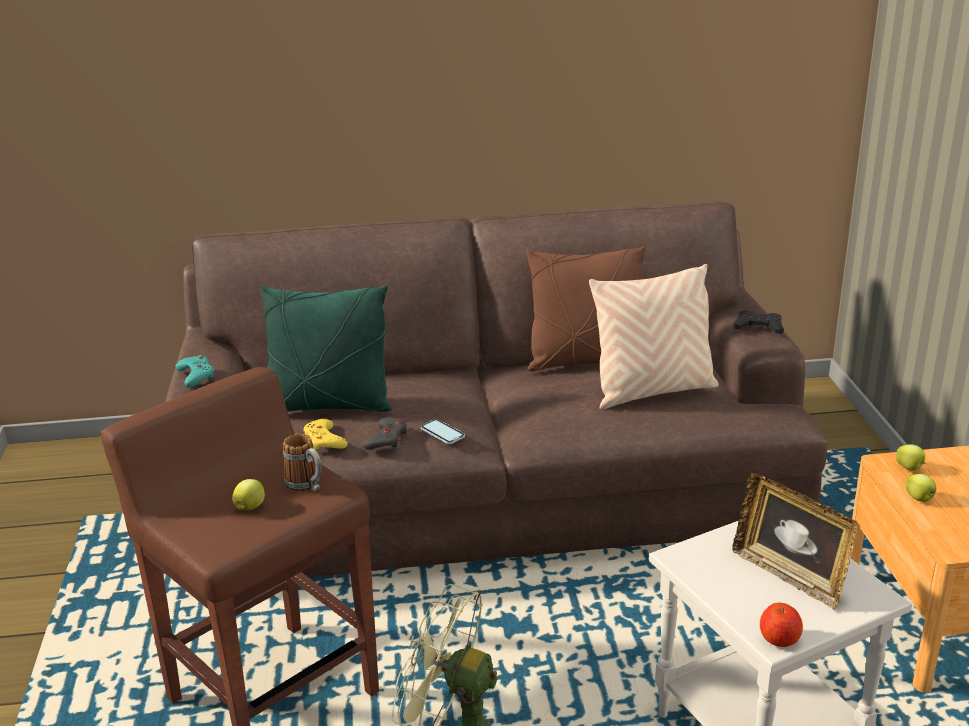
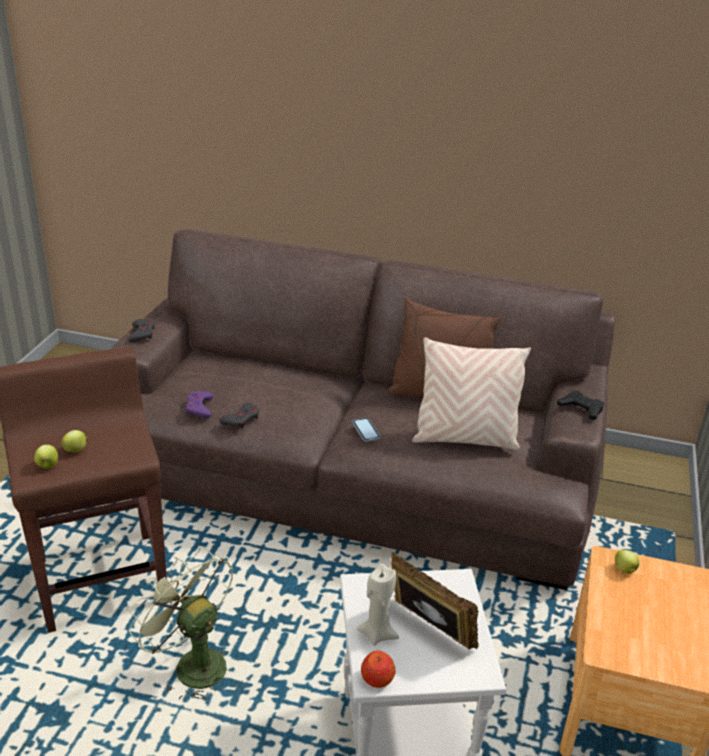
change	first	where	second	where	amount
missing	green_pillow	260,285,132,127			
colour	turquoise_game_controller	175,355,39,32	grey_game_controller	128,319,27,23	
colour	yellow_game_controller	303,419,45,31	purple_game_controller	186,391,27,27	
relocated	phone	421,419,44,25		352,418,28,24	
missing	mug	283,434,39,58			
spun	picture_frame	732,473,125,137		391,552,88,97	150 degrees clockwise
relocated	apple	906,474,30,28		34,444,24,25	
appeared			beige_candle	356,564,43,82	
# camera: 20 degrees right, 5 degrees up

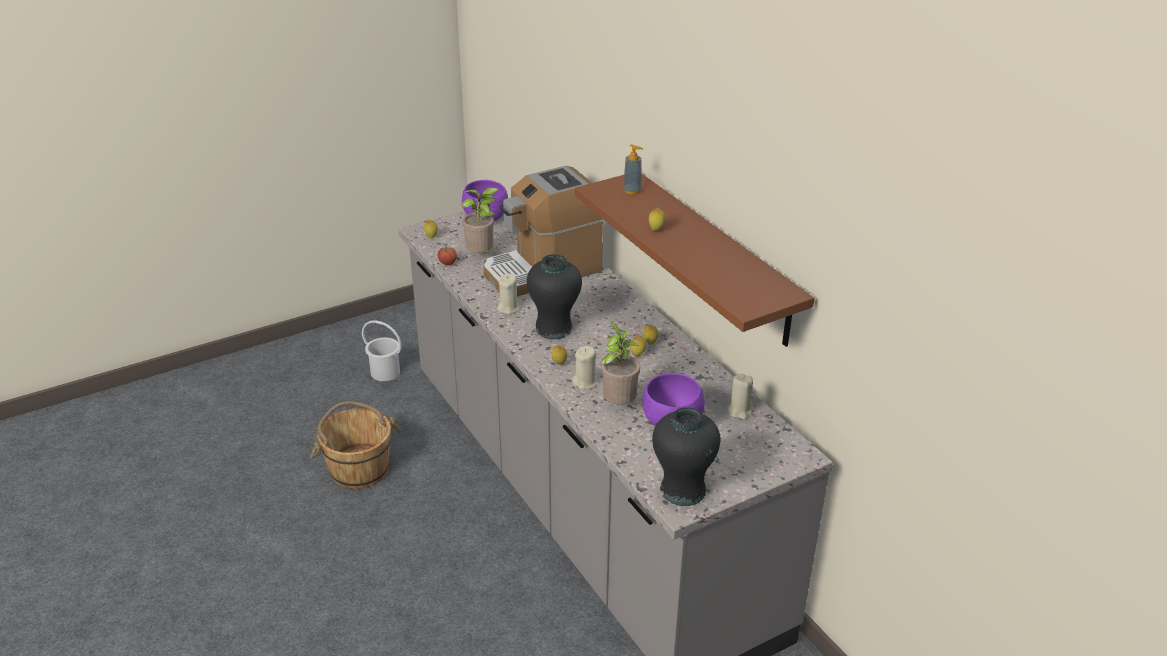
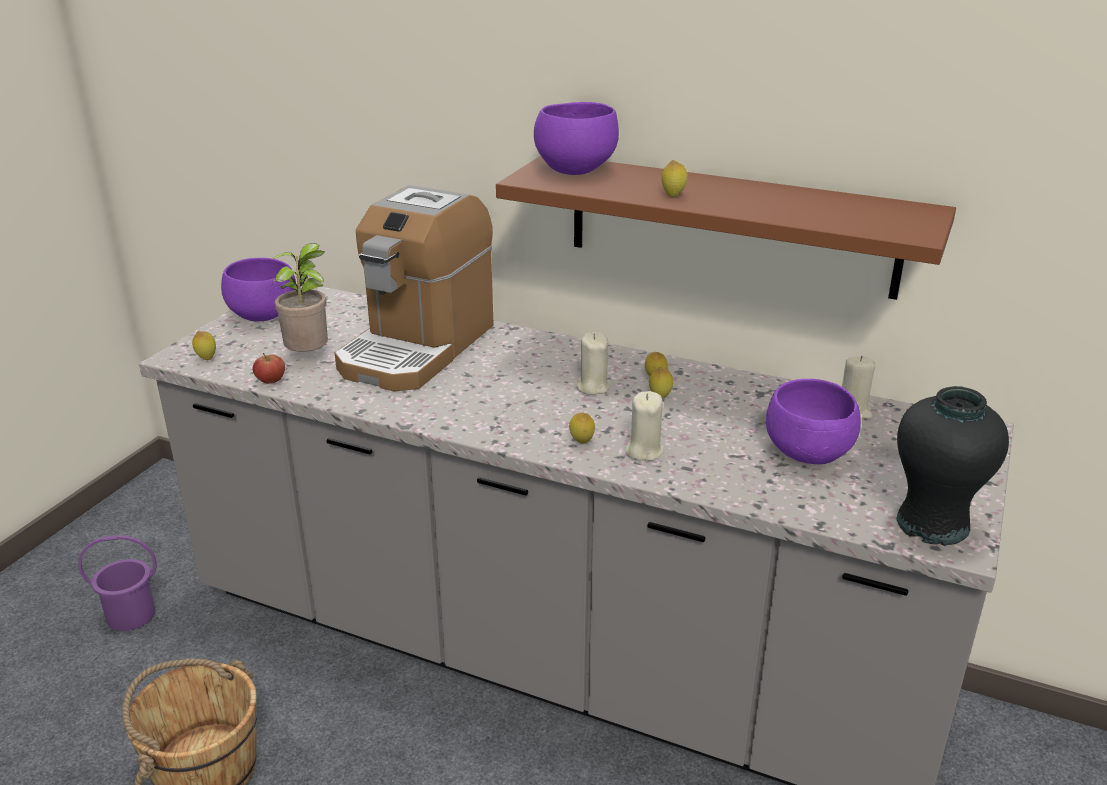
change	first	where	second	where	amount
exchanged	soap_dispenser	623,144,20,50	purple_bowl	534,102,85,73	
missing	black_vase	527,254,55,85			
relocated	beige_candle	497,274,23,40		576,332,34,63	
colour	white_bucket	362,320,40,61	purple_bucket	78,535,79,96	
missing	potted_plant	601,321,39,84			
# camera: 35 degrees left, 5 degrees down

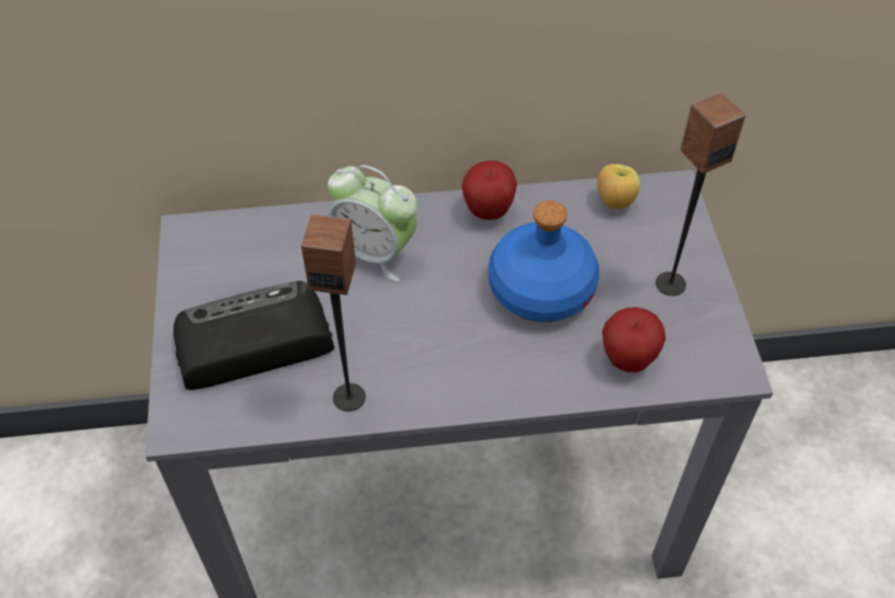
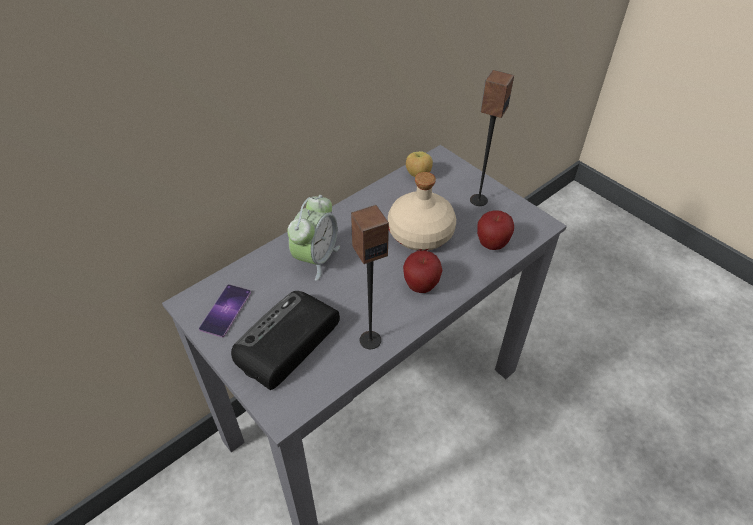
change	first	where	second	where	amount
relocated	apple	462,161,55,59		403,250,39,43	
spun	alarm_clock	327,165,90,117		287,195,53,86	60 degrees counterclockwise
colour	blue_bottle	488,201,112,121	beige_bottle	388,172,68,79	
appeared			phone	199,284,52,53	
# camera: 35 degrees left, 5 degrees down

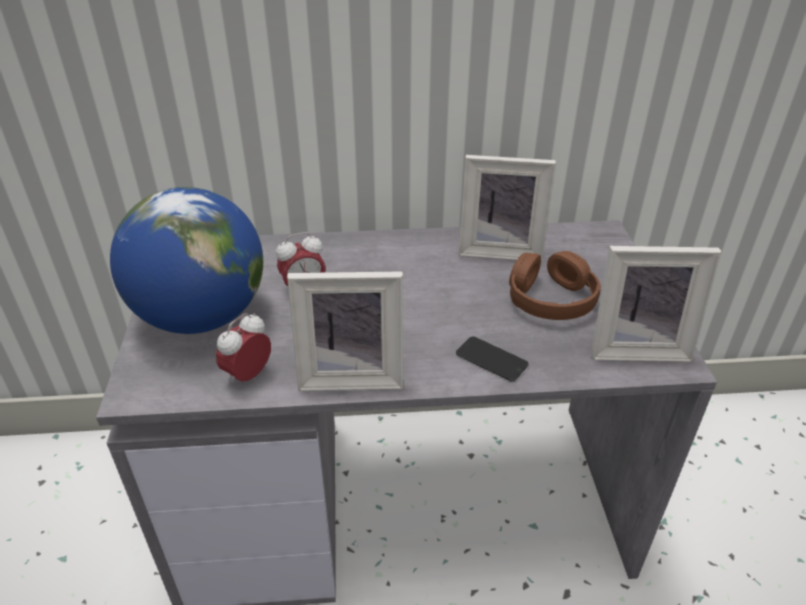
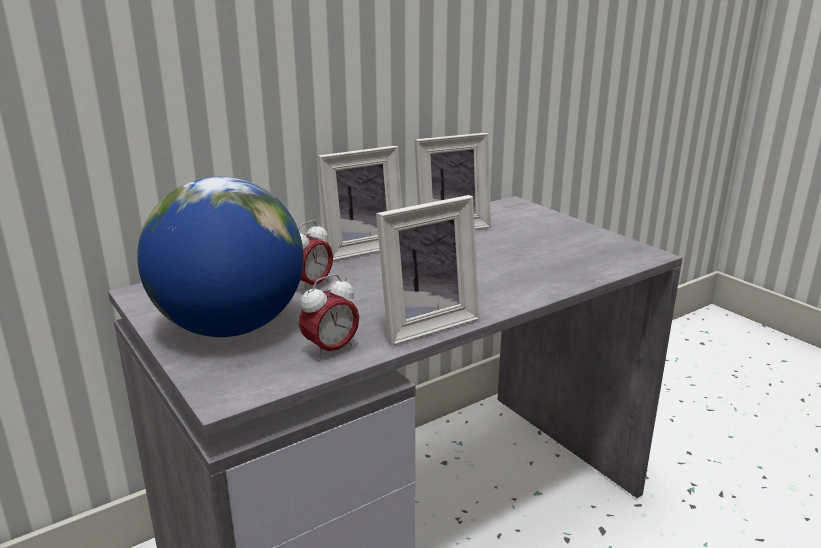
change	first	where	second	where	amount
relocated	picture_frame	591,246,130,116		317,146,86,115	
missing	brown_headphones	509,251,92,69			
spun	alarm_clock	216,313,55,70		299,274,60,87	135 degrees counterclockwise
missing	phone	456,336,73,46			
# camera: 30 degrees left, 15 degrees down

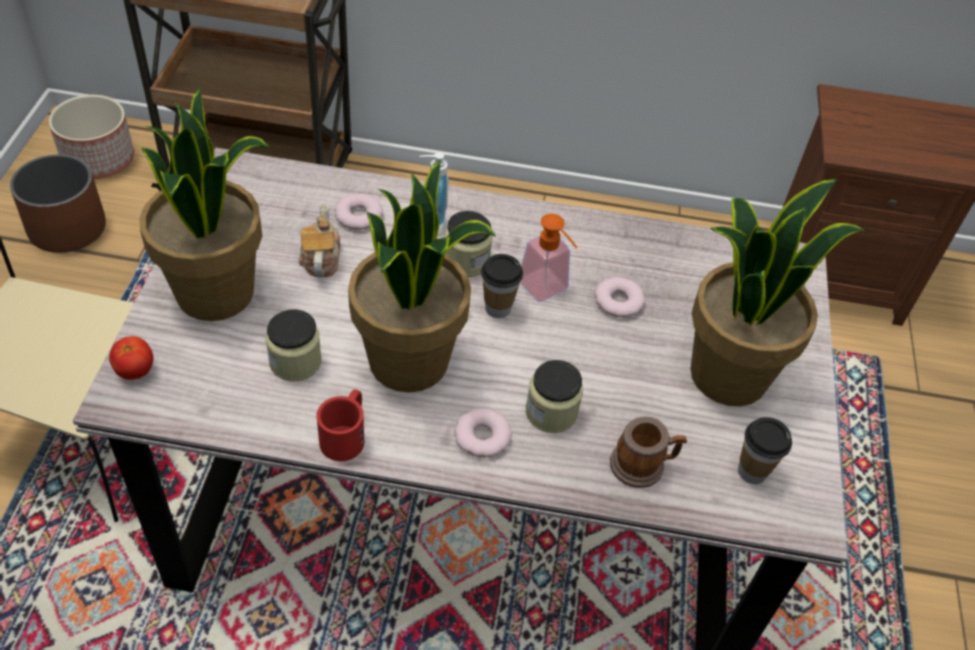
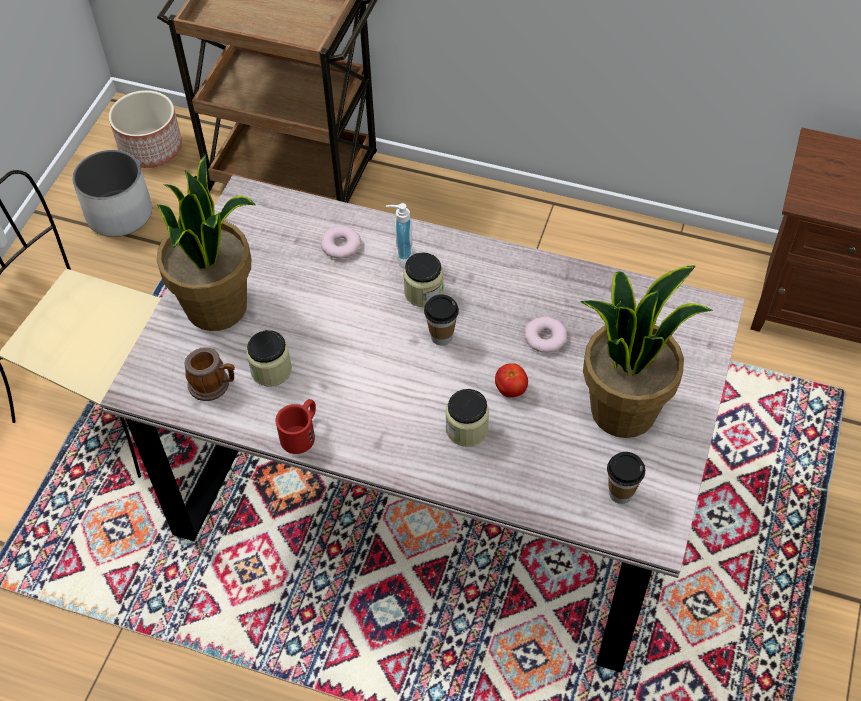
change	first	where	second	where	amount
colour	brown_planter	10,154,96,99	white_planter	72,150,80,87	
missing	potted_plant	348,159,148,234			
missing	teapot	299,205,42,73			
missing	soap_dispenser	520,214,58,88			
relocated	tomato	109,336,44,44		495,363,33,35	
missing	donut	454,408,58,49			
relocated	mug	610,417,77,71		184,347,51,54	
# camera: 15 degrees right, 5 degrees up

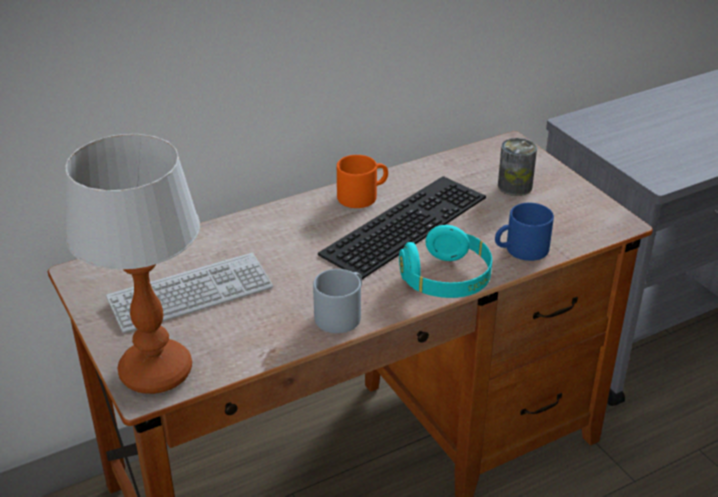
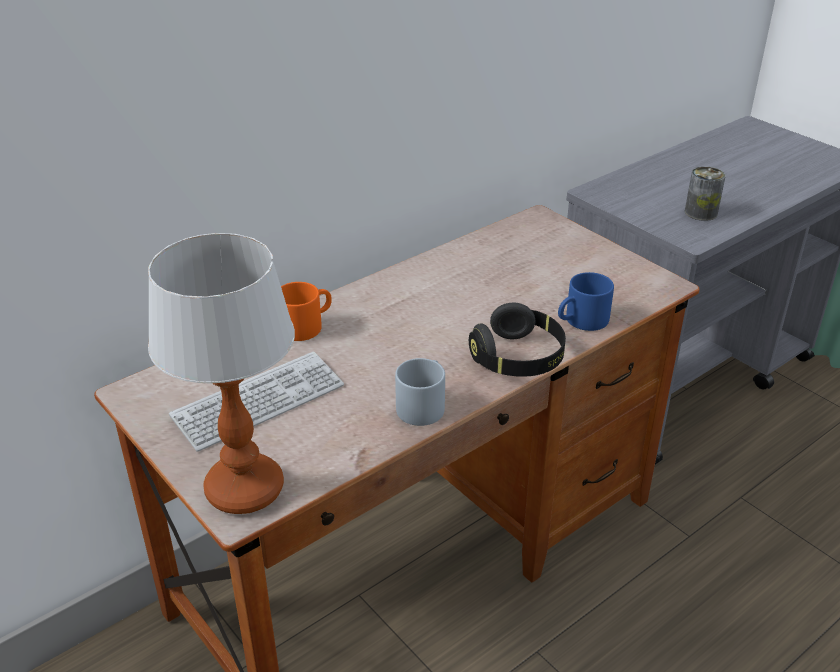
change	first	where	second	where	amount
relocated	can	498,138,39,58		685,166,41,55	
relocated	orange_mug	337,155,51,53		281,282,51,59	
missing	keyboard	318,176,168,103			
colour	turquoise_headphones	399,225,93,73	black_headphones	469,302,97,75	
# camera: 10 degrees left, 0 degrees up

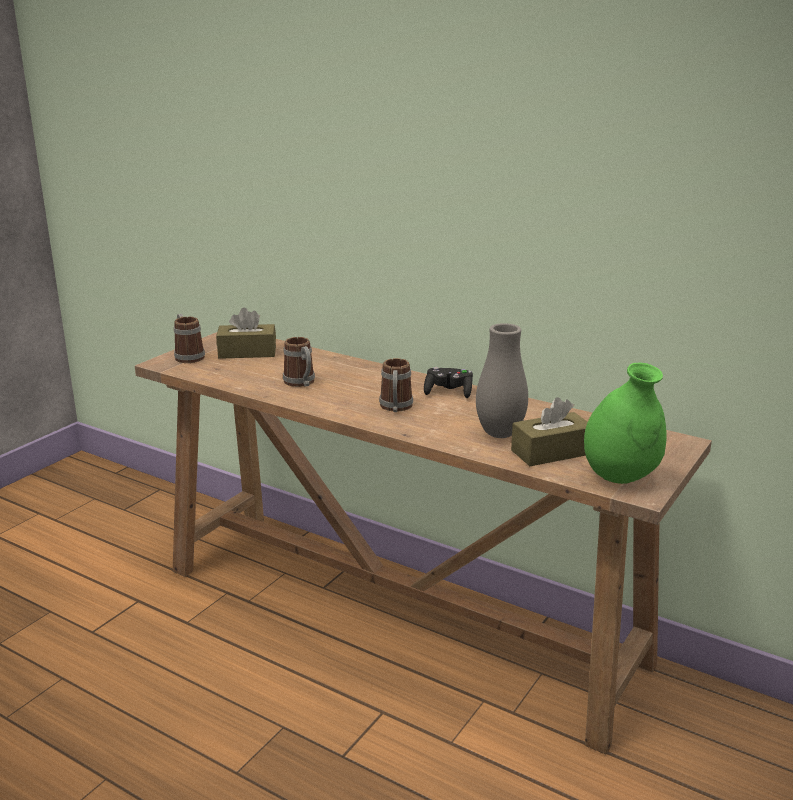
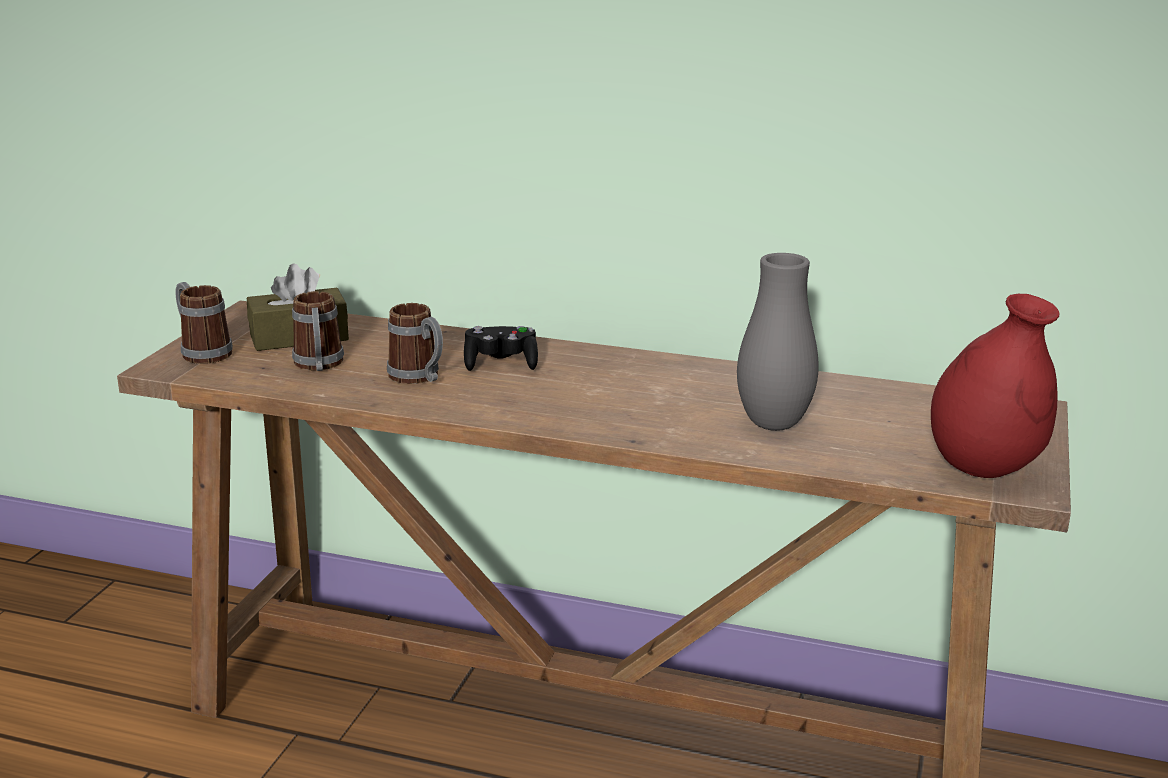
change	first	where	second	where	amount
relocated	mug	379,358,34,54		292,291,52,80	
colour	green_vase	584,363,83,121	red_vase	931,294,129,184	
relocated	black_game_controller	424,367,49,31		464,326,74,45	
missing	brown_tissue_box	511,397,77,69			
# camera: 15 degrees left, 0 degrees up

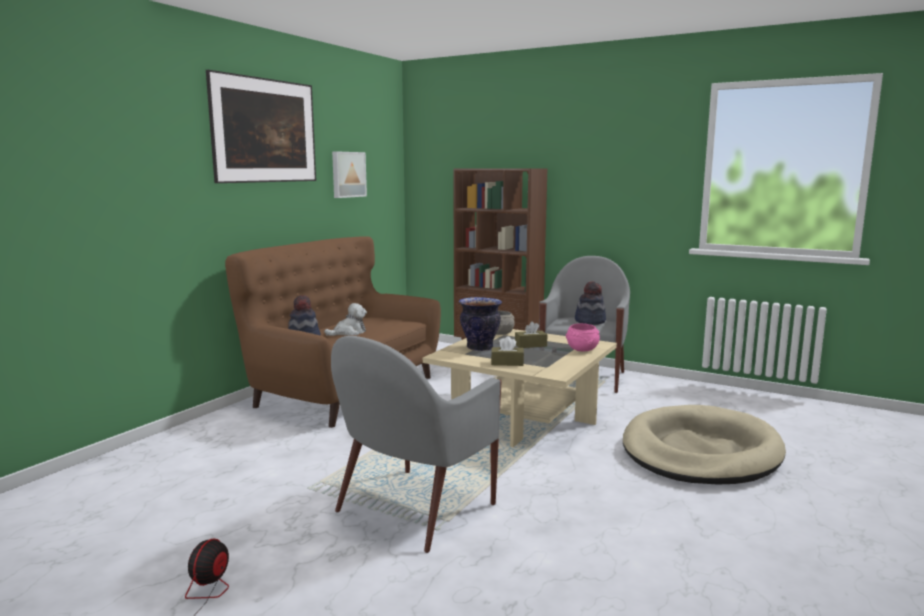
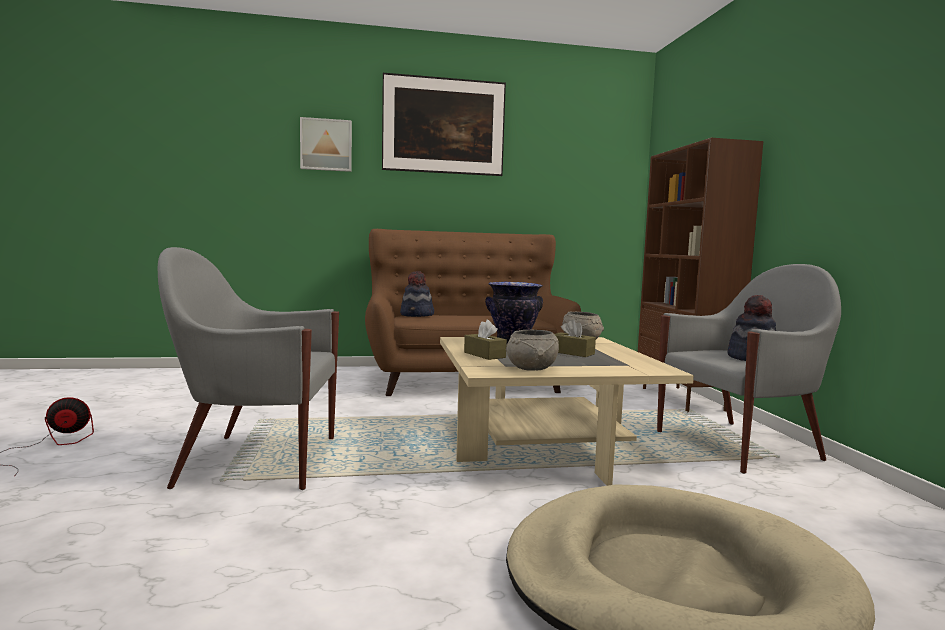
change	first	where	second	where	amount
relocated	picture	332,151,35,47		300,117,52,55	
missing	plush_toy	324,303,43,33			
missing	pink_bowl	566,323,34,28			
appeared			grey_bowl	506,330,53,41	
# camera: 50 degrees right, 5 degrees down

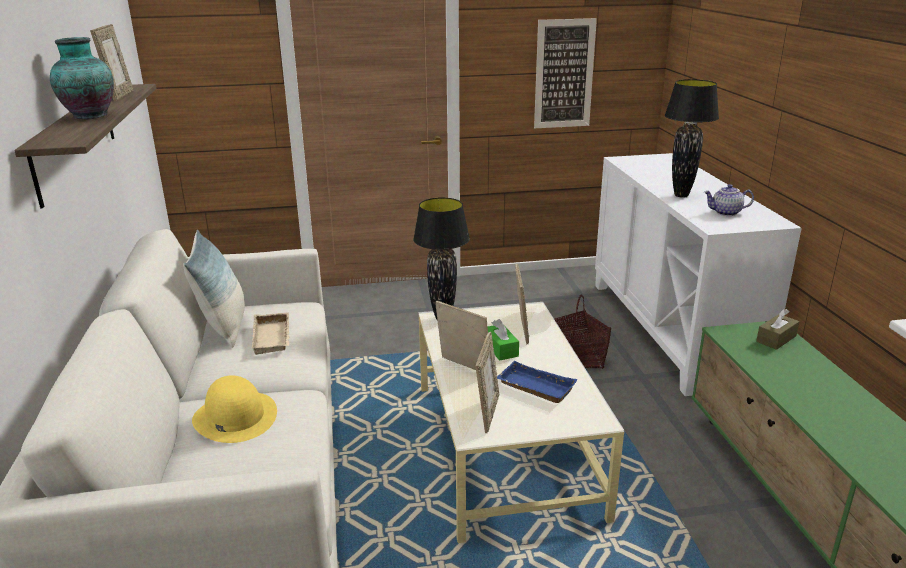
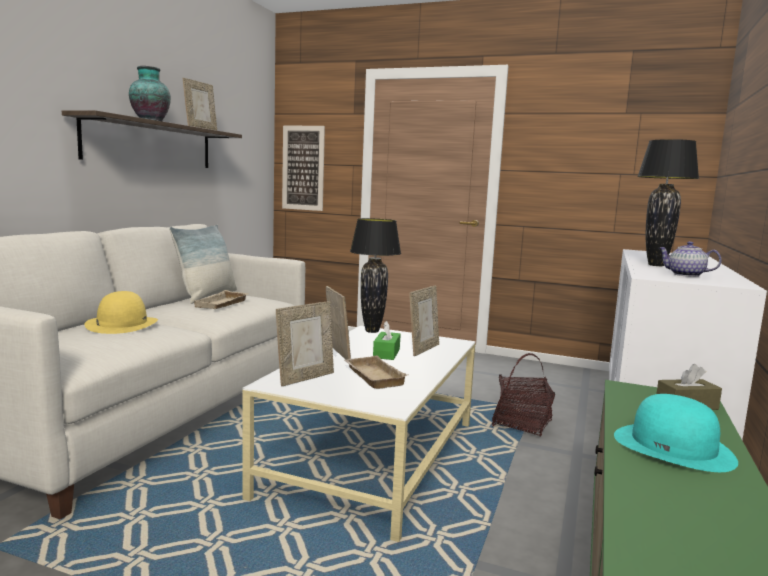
change	first	where	second	where	amount
relocated	picture	534,18,63,110		282,126,43,85	
colour	blue_tray	497,361,80,42	beige_tray	344,356,64,33	
appeared			turquoise_hat	614,394,124,78	
# camera: 30 degrees right, 15 degrees down

